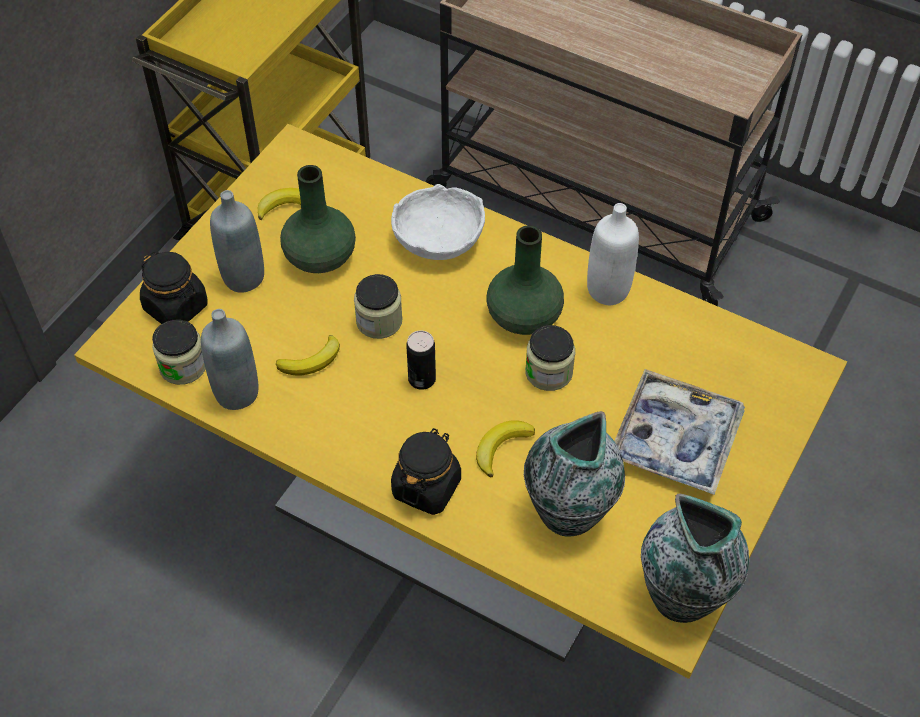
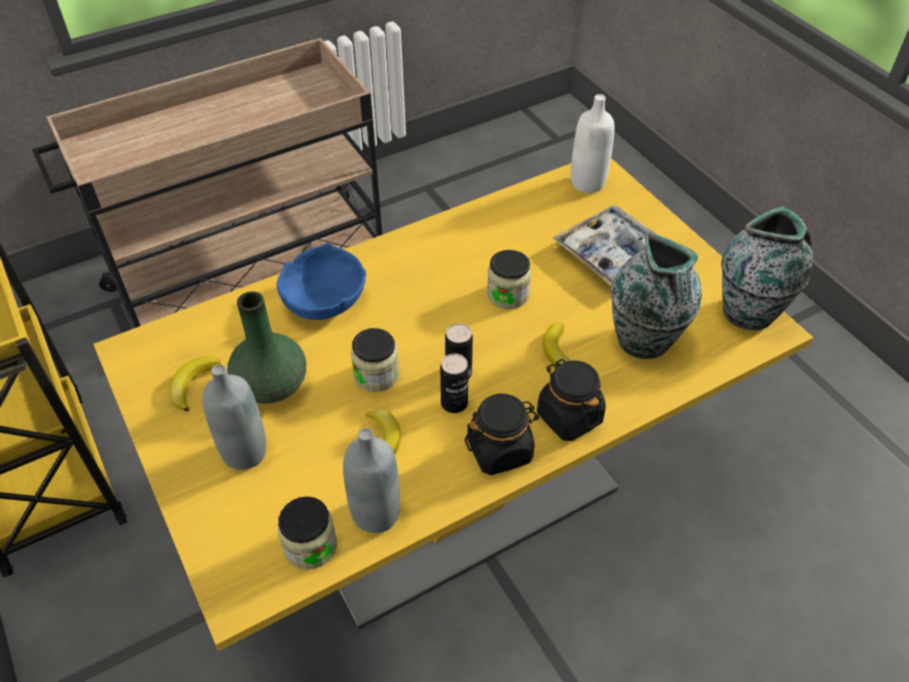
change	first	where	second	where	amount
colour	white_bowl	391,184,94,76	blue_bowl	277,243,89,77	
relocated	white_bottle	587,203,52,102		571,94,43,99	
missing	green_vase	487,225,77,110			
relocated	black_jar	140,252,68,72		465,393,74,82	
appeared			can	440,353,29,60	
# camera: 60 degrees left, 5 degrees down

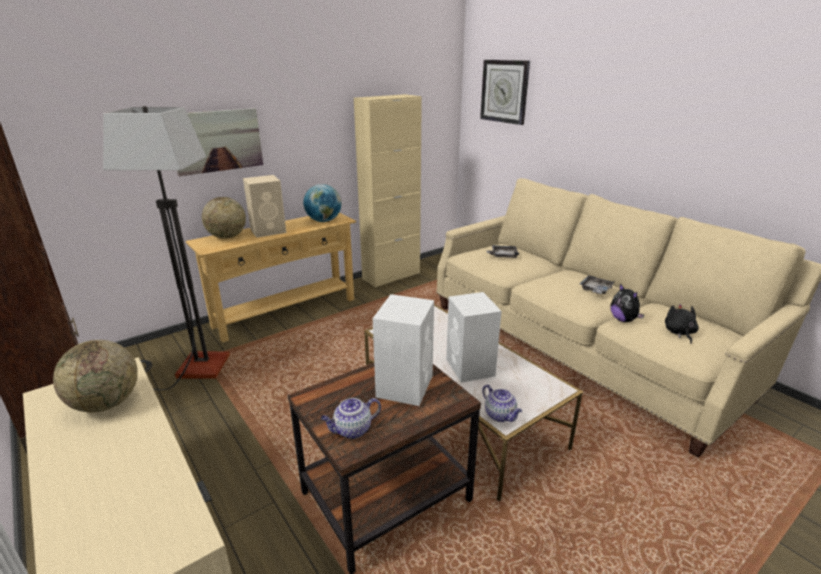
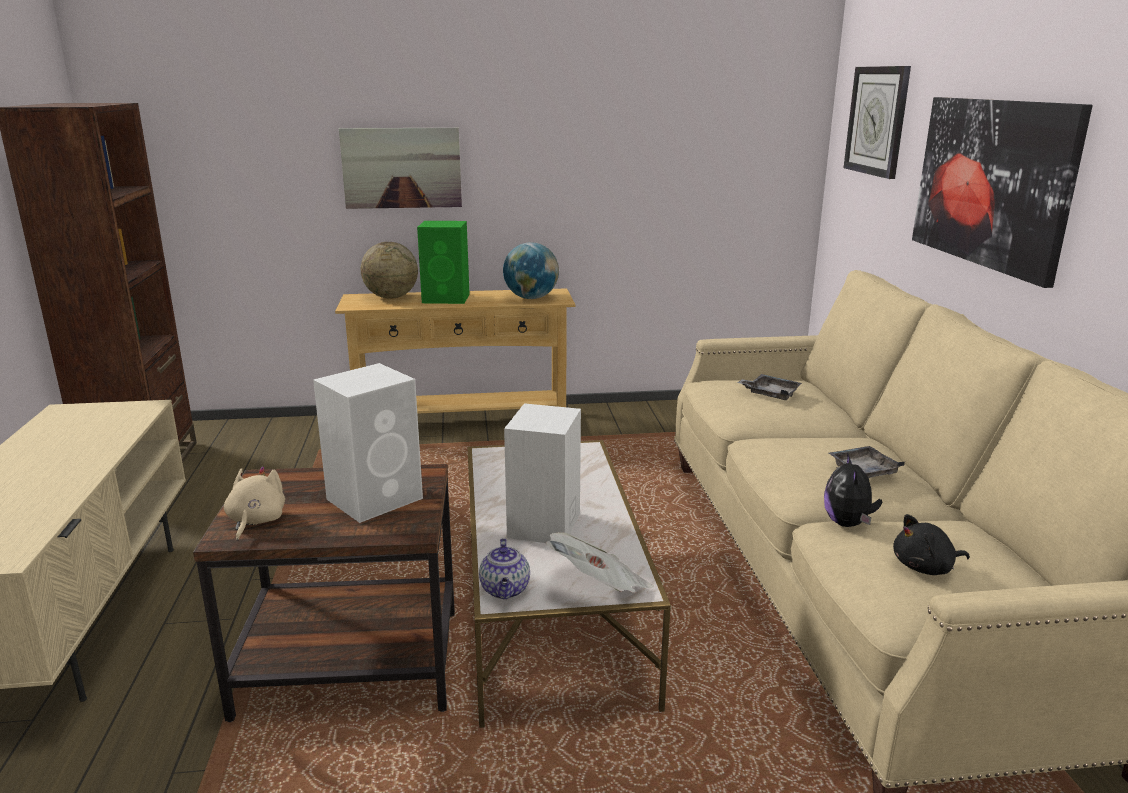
change	first	where	second	where	amount
missing	beige_cabinet	354,94,68,194			
missing	floor_lamp	103,106,127,284			
colour	beige_speaker	243,175,43,63	green_speaker	417,221,53,83	
spun	black_plush_toy	665,304,34,40		893,514,77,61	135 degrees counterclockwise
missing	globe	53,340,85,73			
exchanged	teapot	321,398,60,41	beige_plush_toy	224,466,61,75	
appeared			picture	912,97,181,191	
appeared			newspaper	545,532,109,61	
# camera: 30 degrees right, 5 degrees down

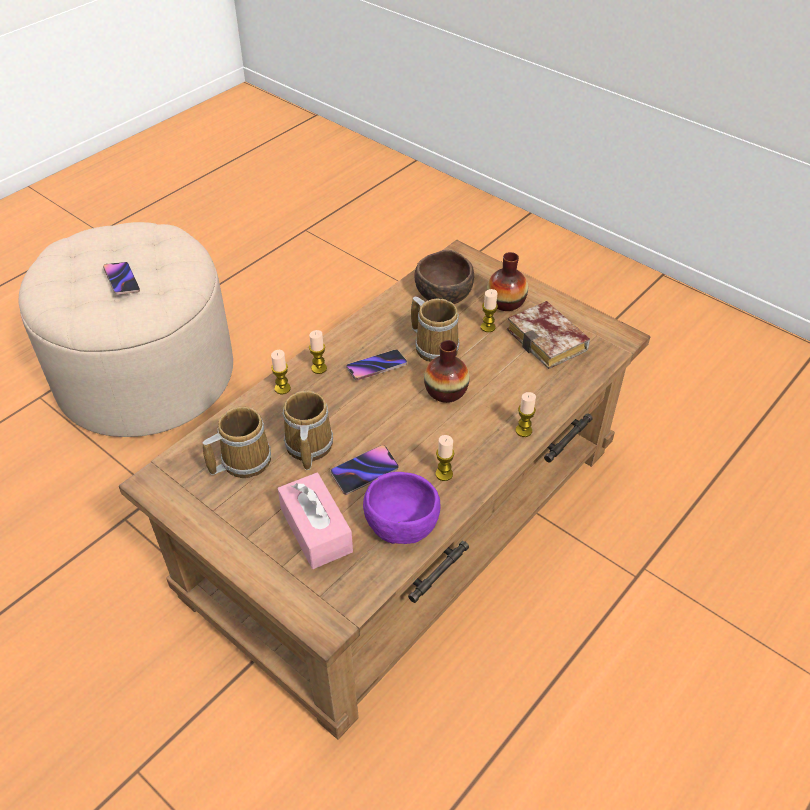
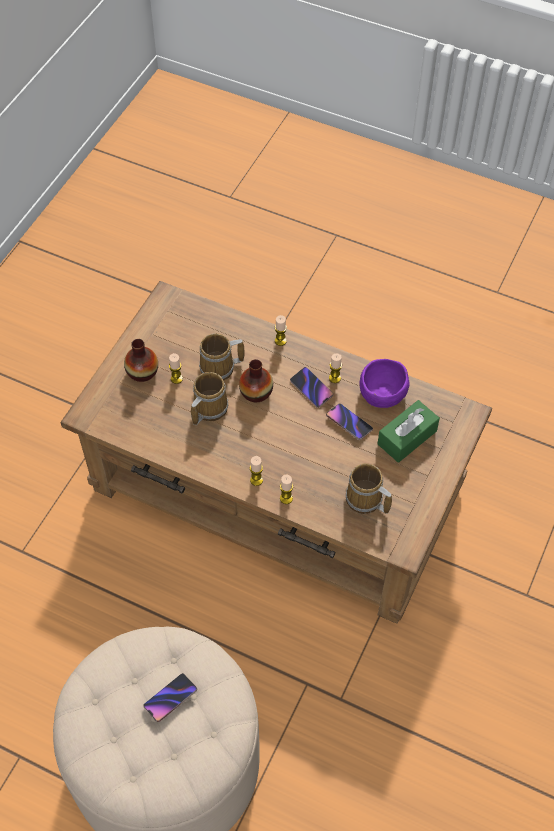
change	first	where	second	where	amount
missing	brown_bowl	415,250,59,54			
missing	book	507,301,83,68			
relocated	phone	346,349,61,31		290,367,43,41	
relocated	mug	282,391,51,79		199,333,46,47	
colour	pink_tissue_box	278,473,75,96	green_tissue_box	377,400,63,63	
# camera: 105 degrees left, 10 degrees up

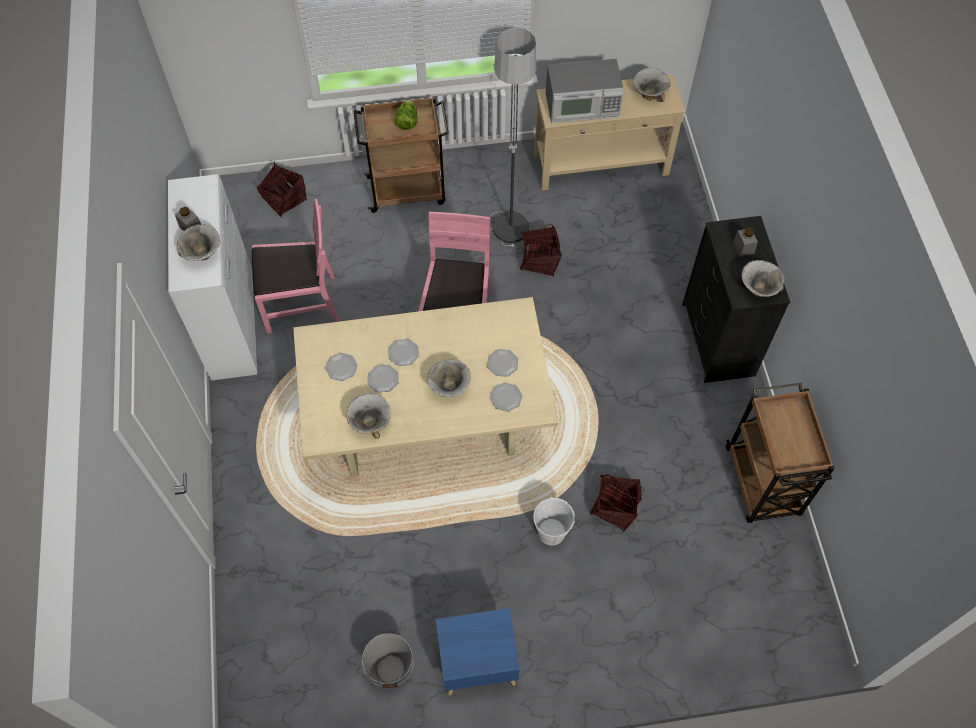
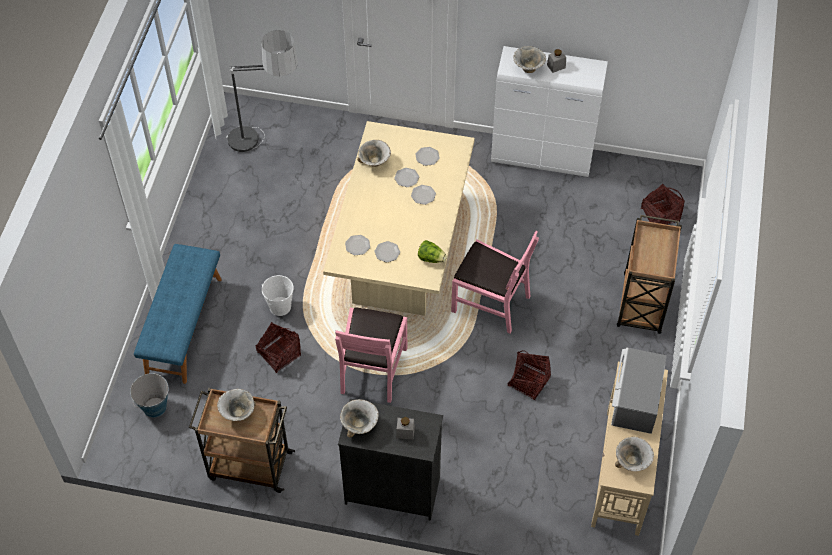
change	first	where	second	where	amount
relocated	floor_lamp	489,27,47,220		226,30,72,122	
relocated	lettuce	394,100,23,30		418,240,29,23	
relocated	pink_chair	252,199,88,135		335,308,72,95	
relocated	bowl	427,359,44,38		217,389,39,32	
missing	blue_nightstand	436,608,84,88			
relocated	bucket	362,633,52,55		130,373,39,45	
appeared			blue_bench	134,244,88,140	
# camera: 110 degrees right, 5 degrees down

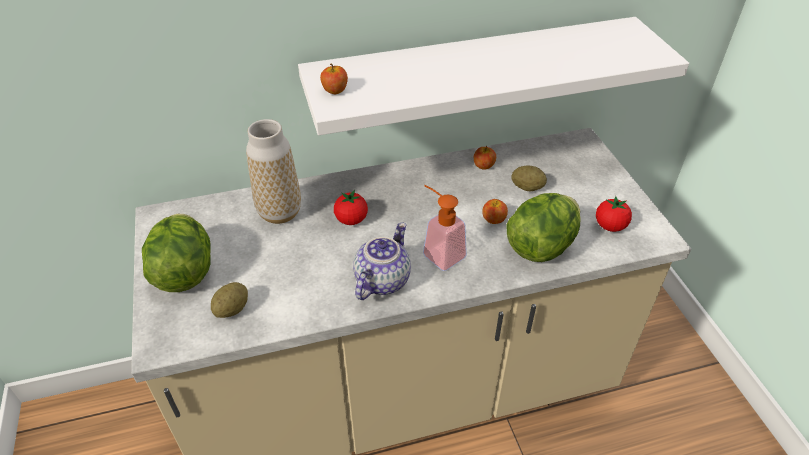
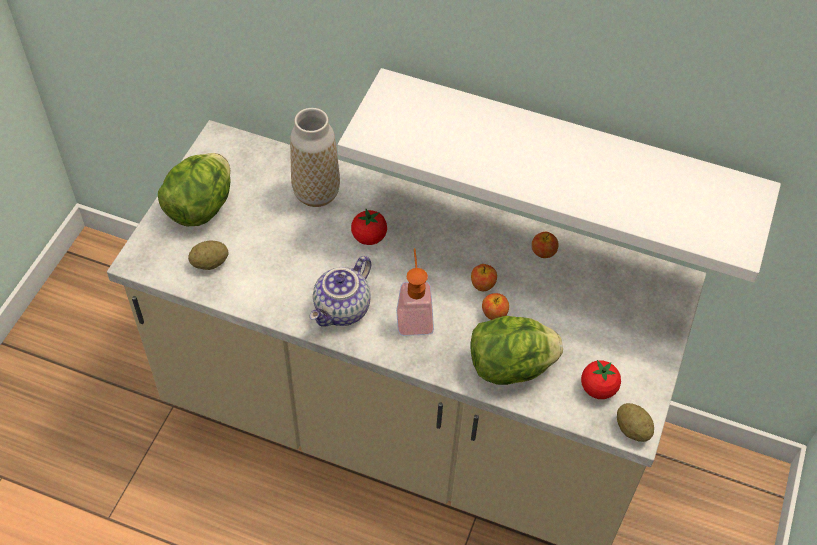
change	first	where	second	where	amount
relocated	apple	320,64,28,30		471,264,26,27	
relocated	potato	511,165,36,26		617,403,37,39	
spun	teapot	353,223,58,77		310,256,61,71	150 degrees clockwise
# camera: 35 degrees right, 10 degrees up

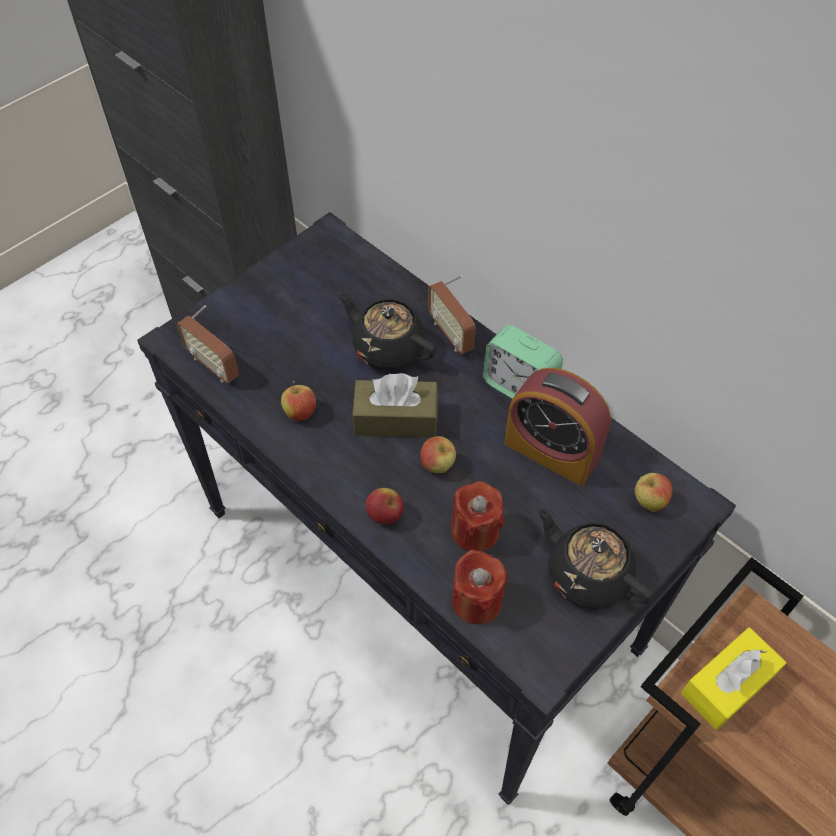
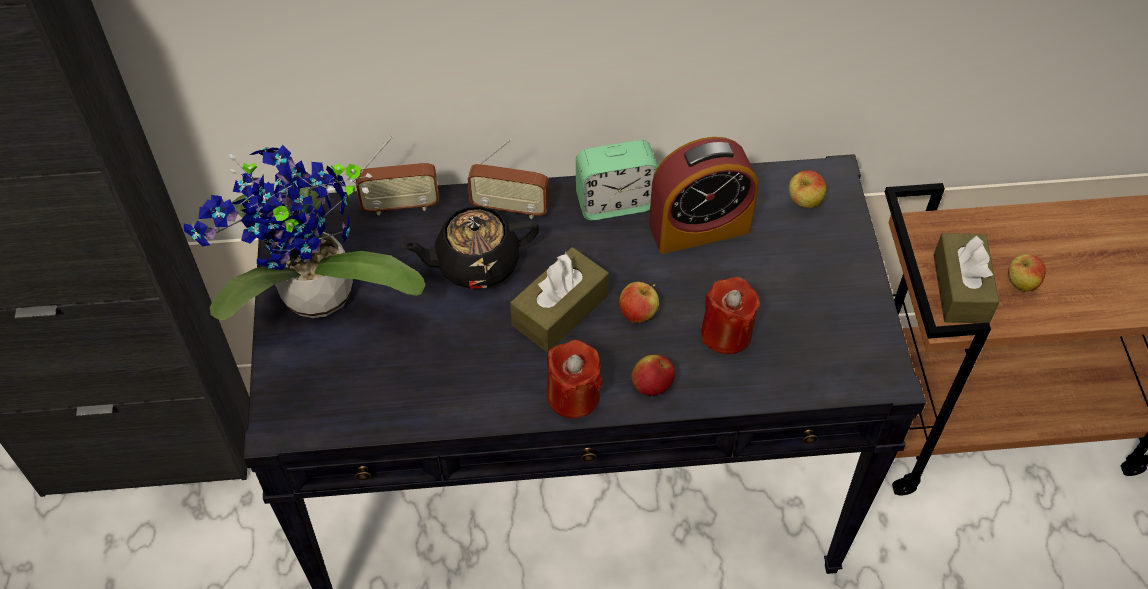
change	first	where	second	where	amount
relocated	radio	177,305,62,79		356,135,83,81	
relocated	apple	281,381,35,40		1008,254,38,38	
missing	black_teapot	536,506,117,103			
relocated	red_candle	452,549,56,75		547,340,55,78	
colour	yellow_tissue_box	681,627,105,103	brown_tissue_box	934,233,66,90	
appeared			potted_plant	184,145,241,175	
# camera: 50 degrees left, 0 degrees up

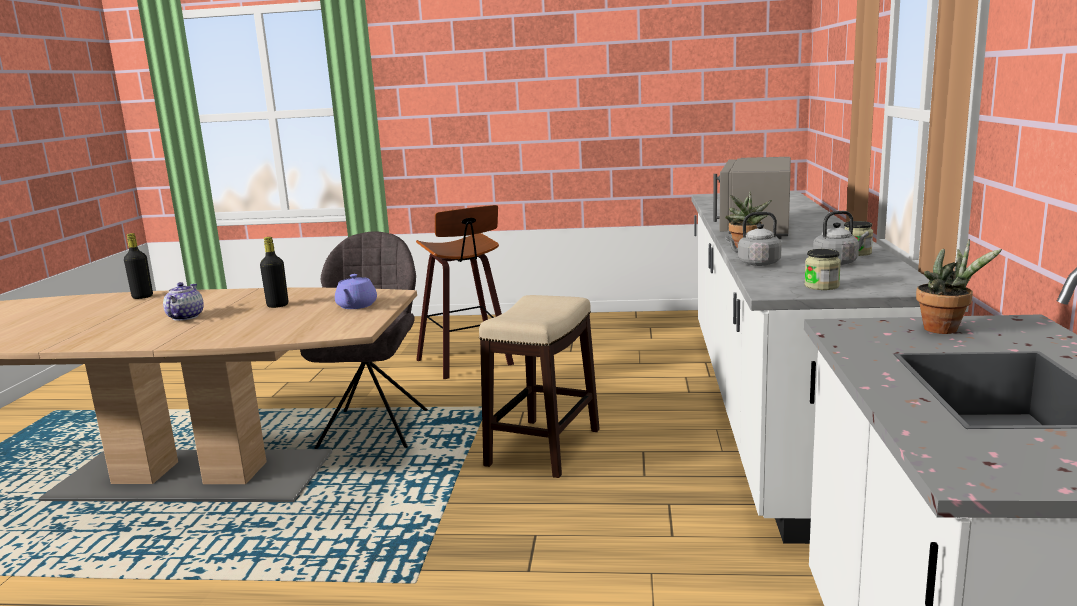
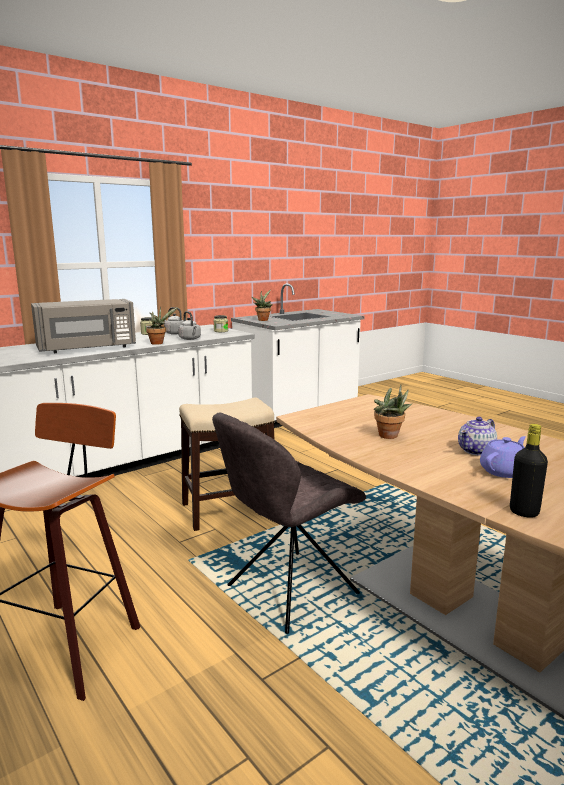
change	first	where	second	where	amount
exchanged	black_bottle	260,237,28,71	potted_plant	374,384,38,55	
relocated	purple_teapot	335,274,42,35		480,436,46,42	
# camera: 135 degrees left, 0 degrees up

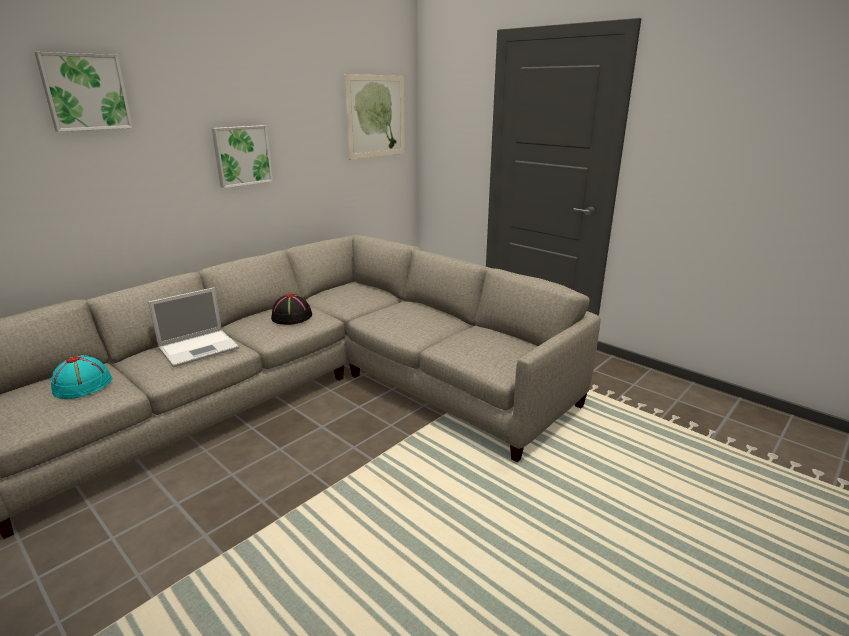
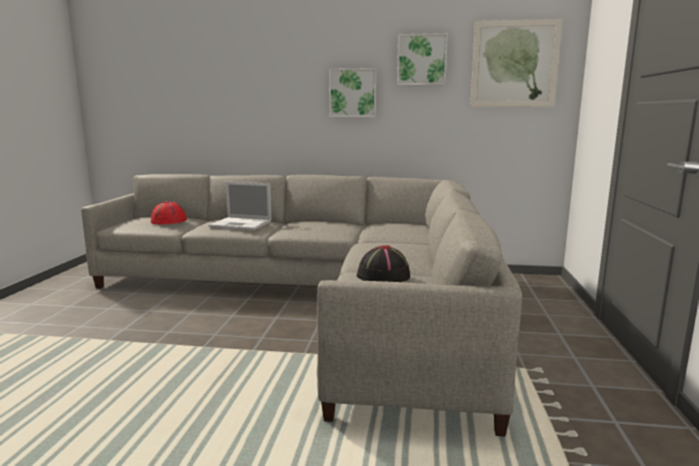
change	first	where	second	where	amount
relocated	picture	35,52,98,80		397,33,51,53	
relocated	black_hat	271,294,41,31		356,245,54,37	
colour	turquoise_hat	51,355,61,44	red_hat	151,201,36,23	
# camera: 55 degrees right, 10 degrees down

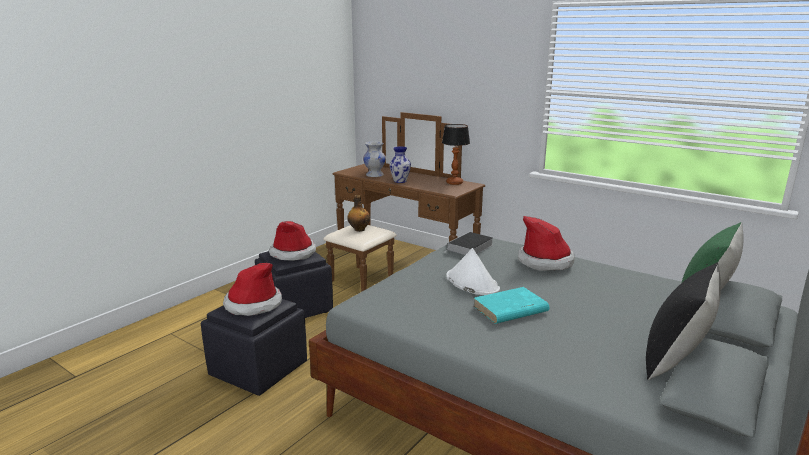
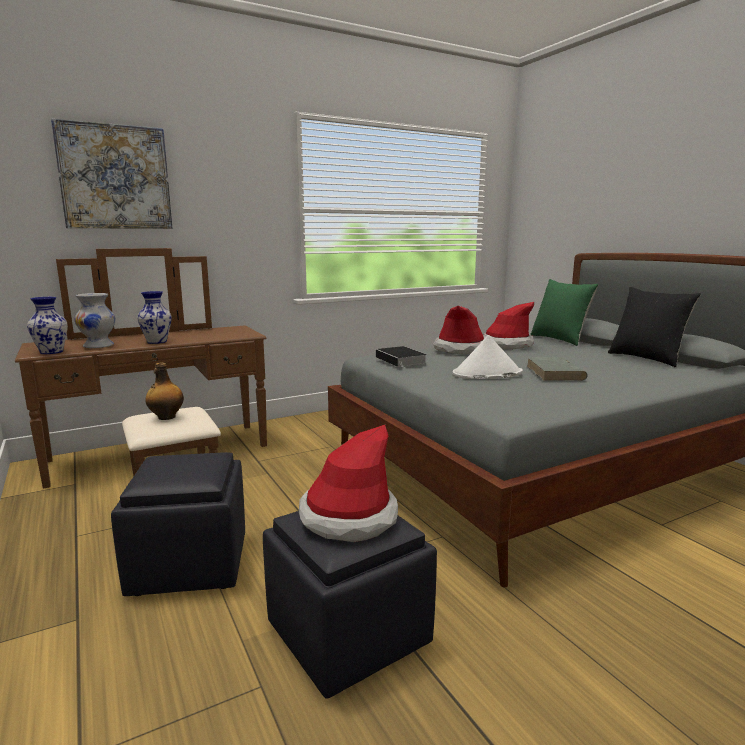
change	first	where	second	where	amount
missing	table_lamp	442,124,28,61			
relocated	hat	269,221,47,40		483,302,51,47	
colour	turquoise_book	473,287,76,37	grey_book	527,357,61,24	
appeared			picture	51,118,121,111	
appeared			vase	27,297,41,57	
# camera: 65 degrees left, 5 degrees down

